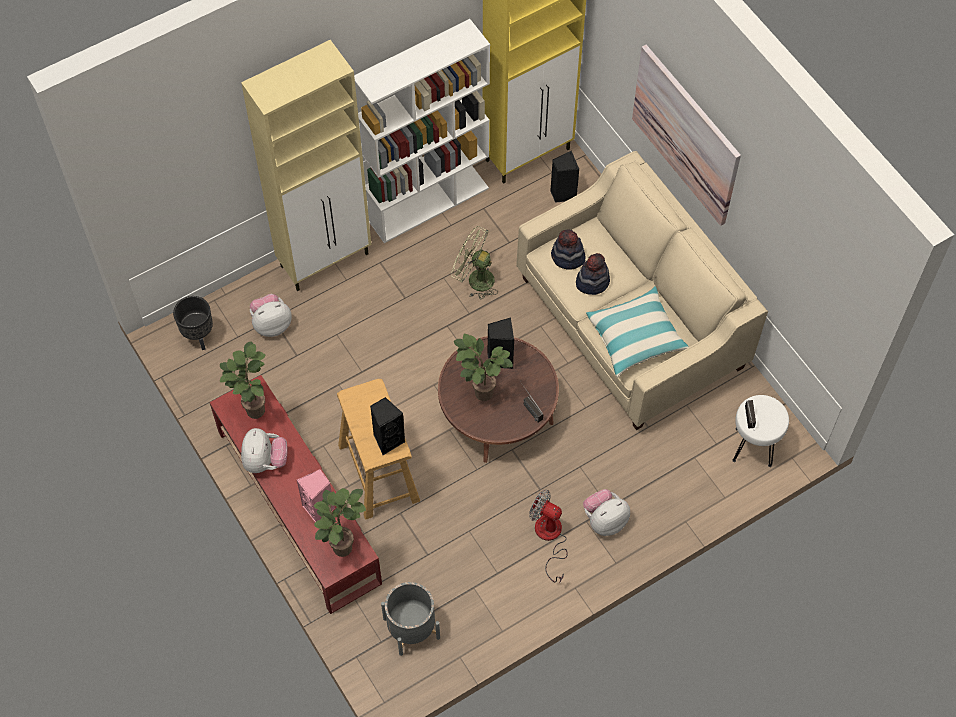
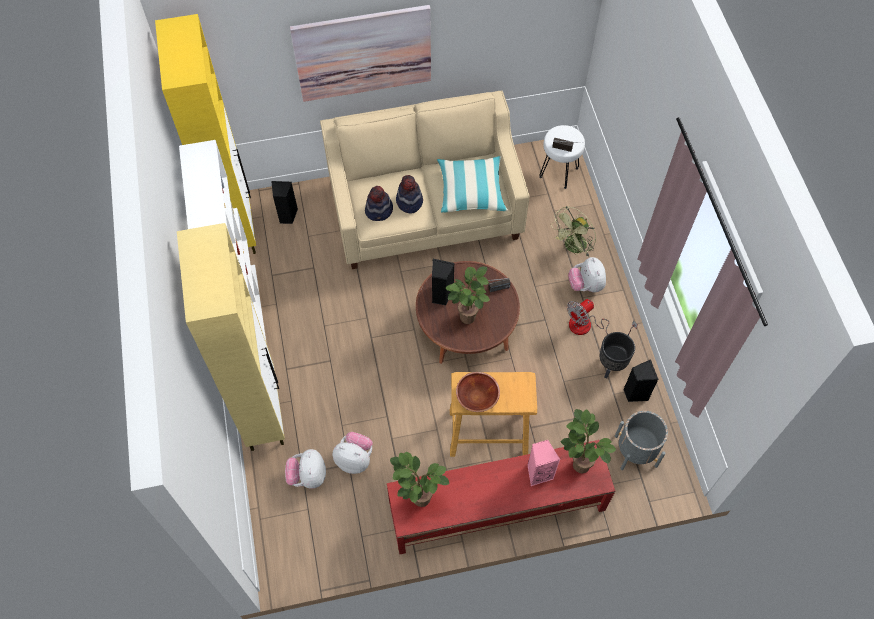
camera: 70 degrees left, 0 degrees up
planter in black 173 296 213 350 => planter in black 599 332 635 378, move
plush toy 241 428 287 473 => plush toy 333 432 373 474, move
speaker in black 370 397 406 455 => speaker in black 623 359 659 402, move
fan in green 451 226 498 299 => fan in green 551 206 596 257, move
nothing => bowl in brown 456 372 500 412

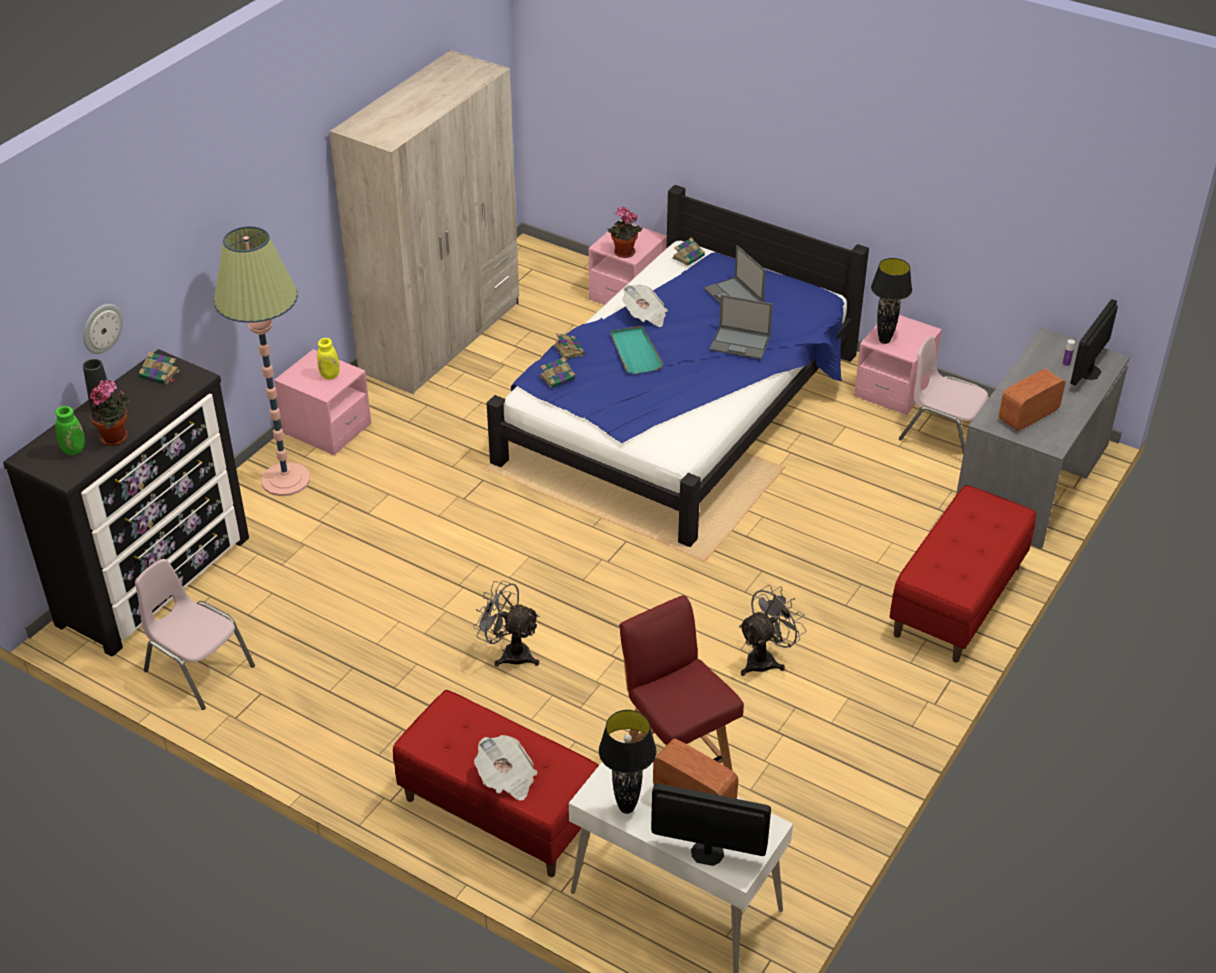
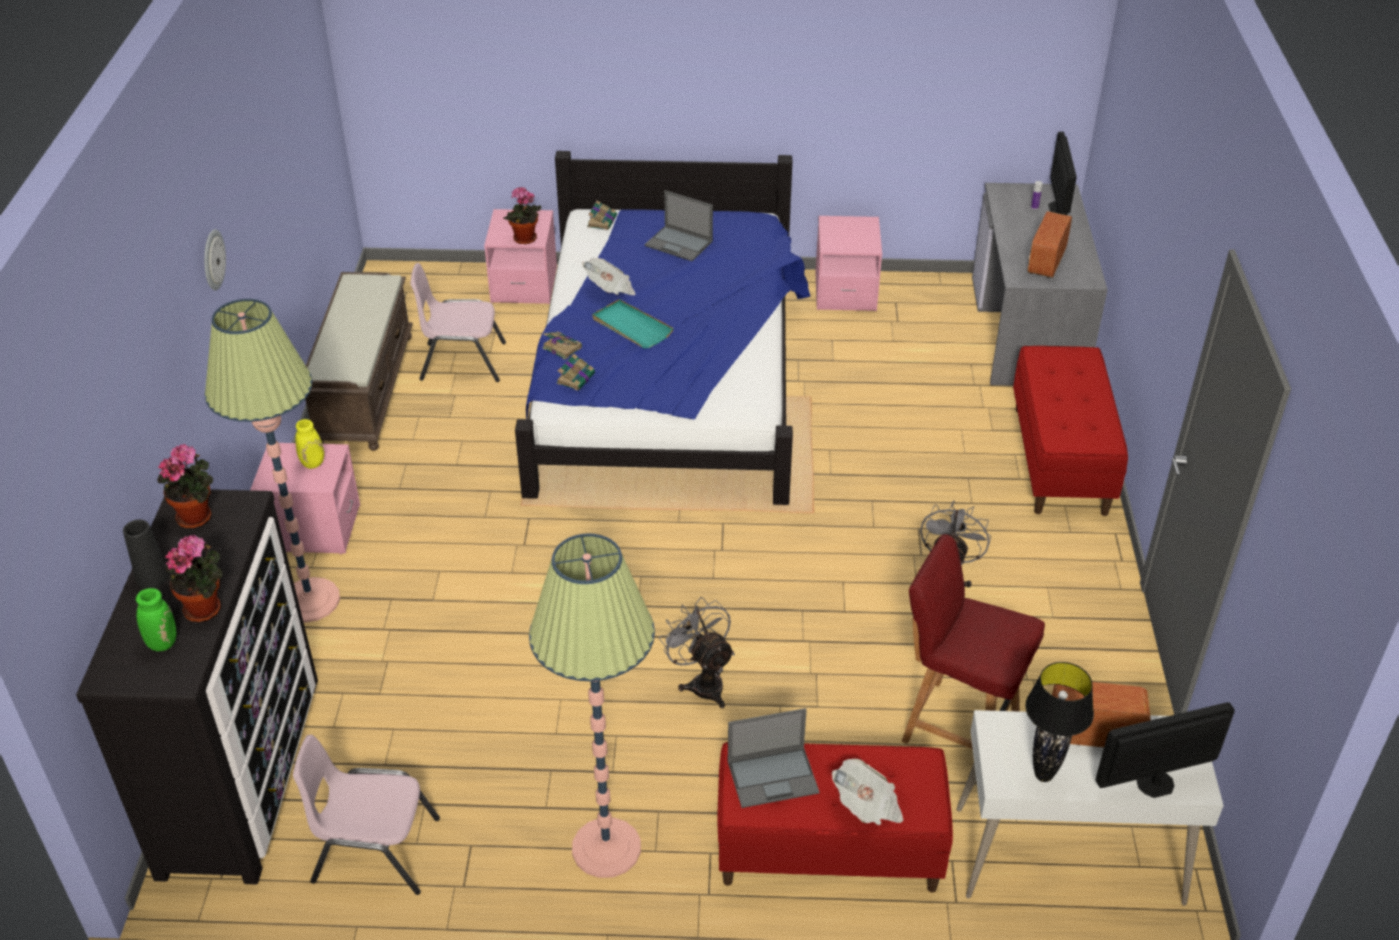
camera: 30 degrees left, 0 degrees up
wall clock 83 304 123 354 => wall clock 204 229 226 291, move
book 139 352 180 385 => potted plant 157 443 213 528
wardrobe in beige 329 50 519 395 => bench in brown 305 272 413 451
fan in grey 473 580 540 667 => fan in grey 659 597 735 708, 60 degrees clockwise
laptop 710 295 773 359 => laptop 727 708 819 808, move
table lamp in black 871 258 912 344 => nothing
chair in pink 899 336 988 454 => chair in pink 411 263 506 382, move
nothing => floor lamp 529 533 655 878

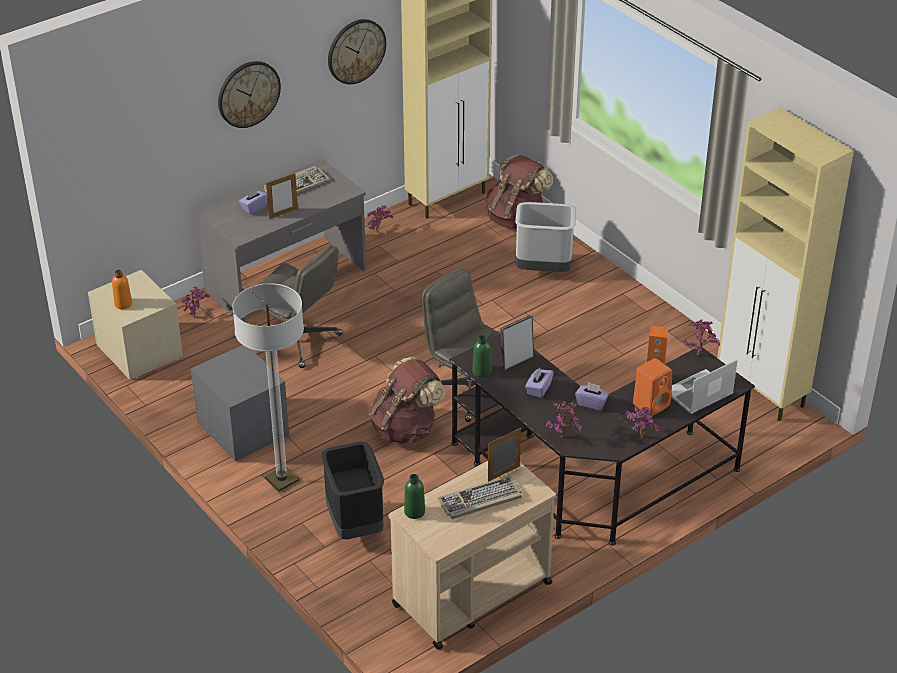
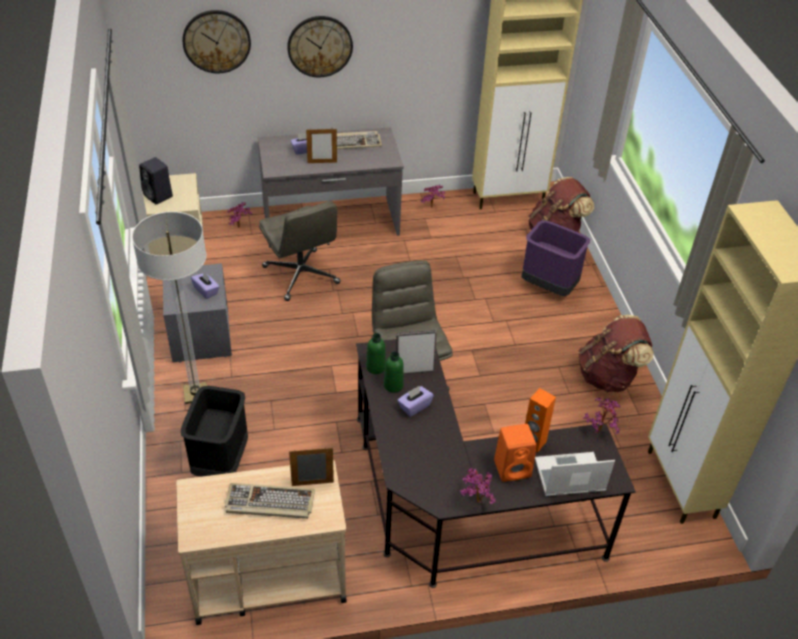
camera: 25 degrees right, 5 degrees up
bottle in orange 112 270 132 309 => speaker in black 139 157 173 204
wall clock 328 19 386 84 => wall clock 183 10 251 73, move
backpack in brown 369 357 446 443 => backpack in brown 578 315 653 392, move
bottle in green 404 474 425 519 => bottle in green 384 351 404 393, move
trash can in grey 515 202 576 272 => trash can in purple 522 220 590 296
potted plant 546 401 582 437 => nothing
tissue box in purple 575 382 609 411 => tissue box in purple 191 272 219 299, move

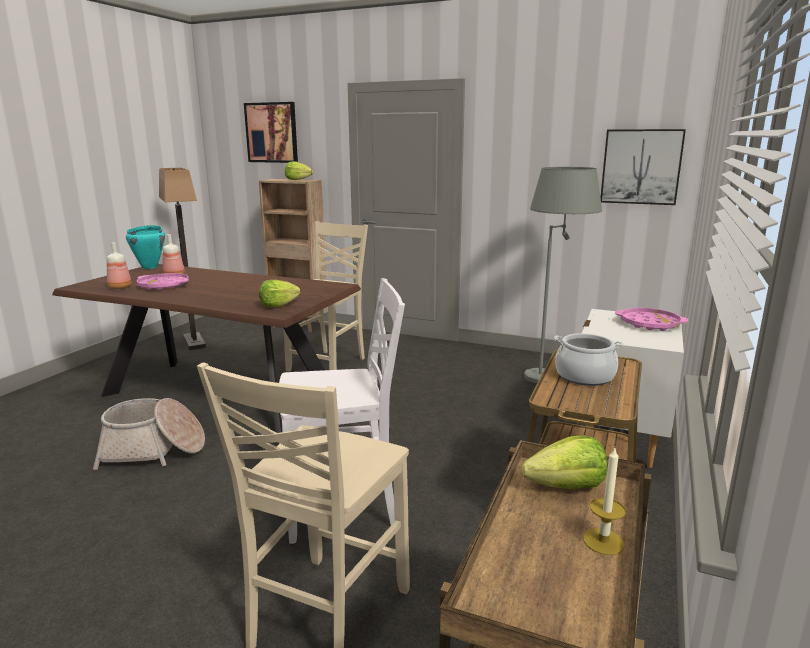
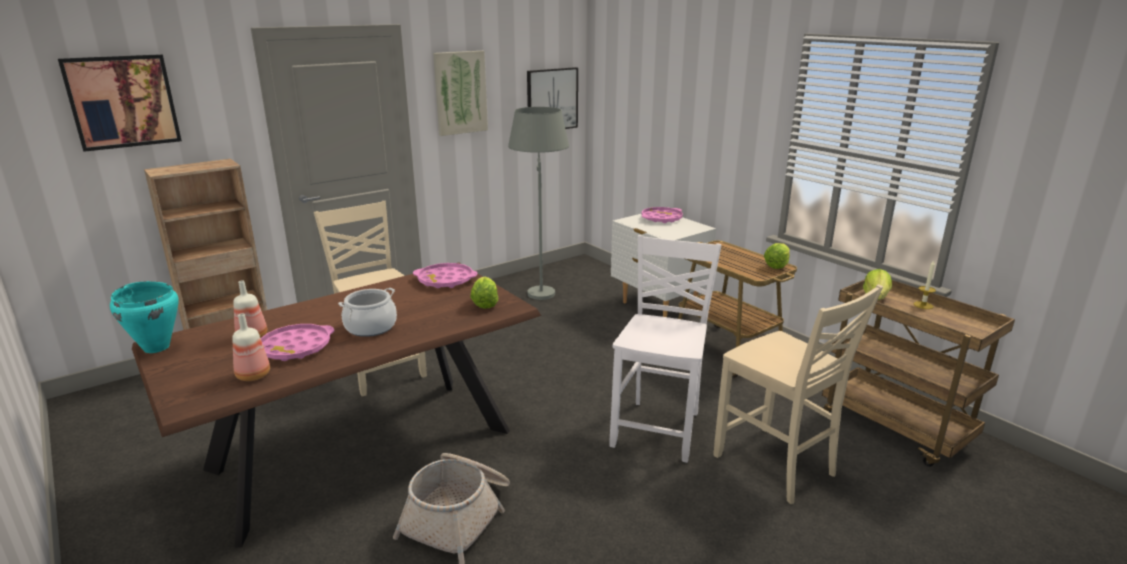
camera: 60 degrees left, 5 degrees up
floor lamp 159 168 206 350 => nothing
lettuce 285 161 313 180 => lettuce 764 243 790 269, move
cooking pot 554 333 624 386 => cooking pot 338 288 397 337, move
nothing => tray in pink 413 263 477 288
nothing => picture 433 51 488 136

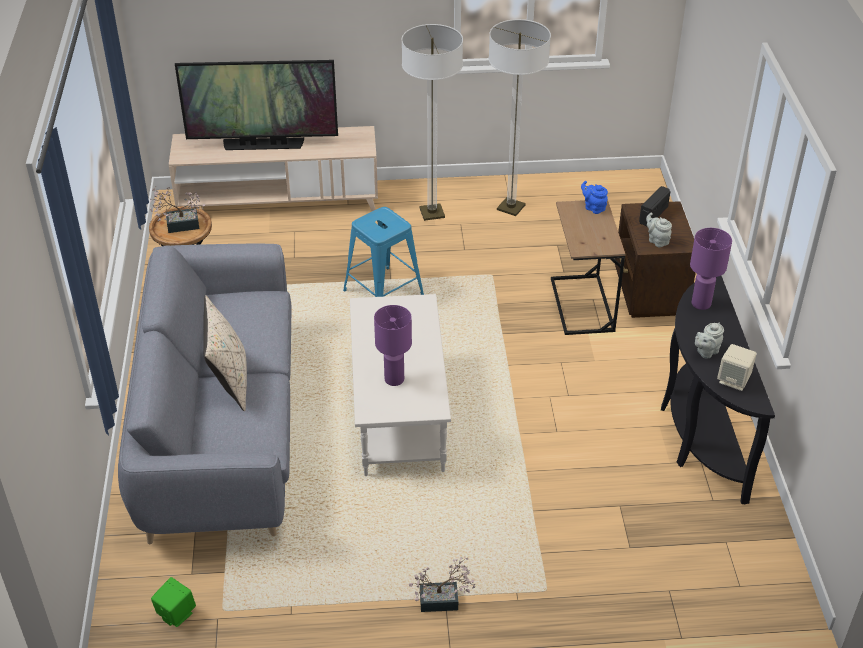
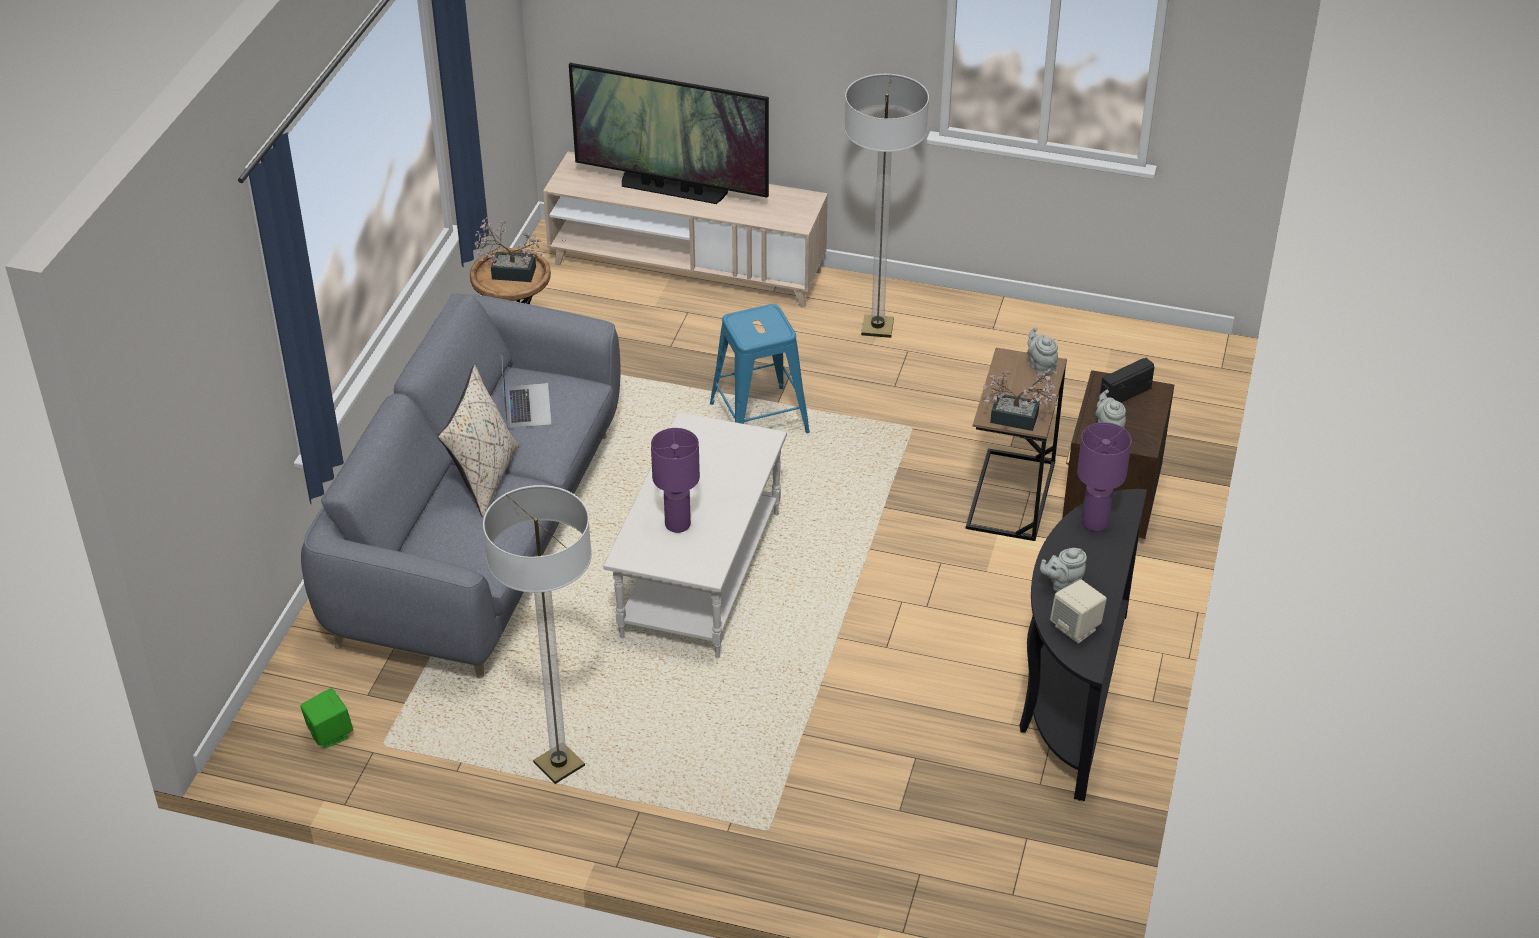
camera: 20 degrees right, 0 degrees up
potted plant 409 557 475 612 => potted plant 983 368 1057 431, move
floor lamp 488 19 551 216 => floor lamp 483 485 592 784, move
teapot in blue 581 181 608 214 => teapot in grey 1027 327 1058 376
nothing => laptop 502 359 551 428

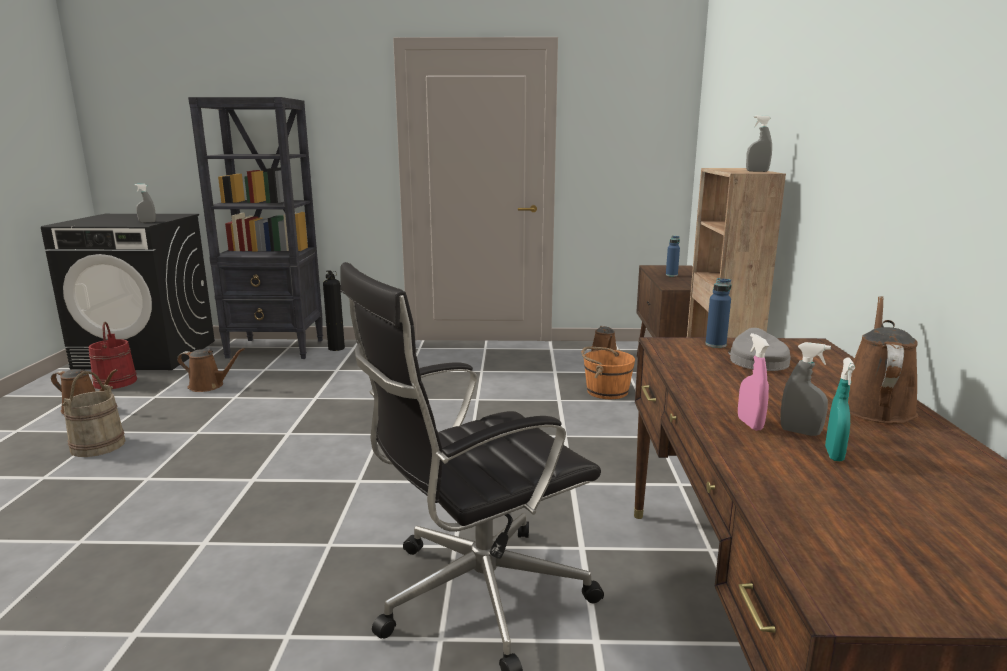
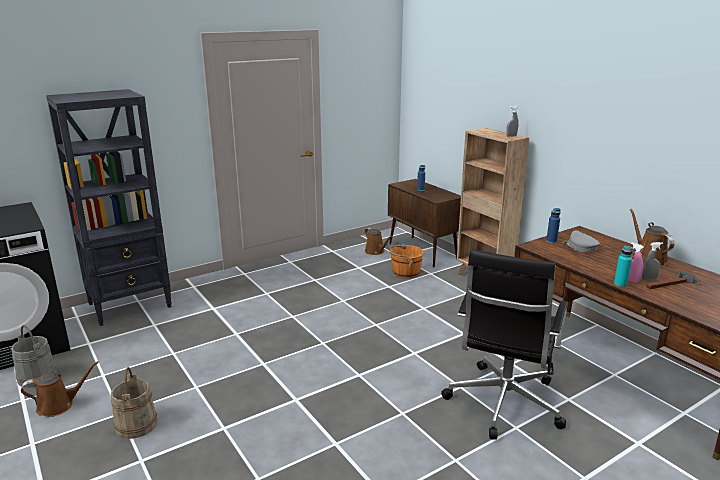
camera: 35 degrees left, 5 degrees up
bucket in red 89 322 137 389 => bucket in grey 11 325 57 388
spray bottle in grey 134 184 156 223 => nothing
watering can in brown 177 348 244 392 => nothing
fire extinguisher 323 270 345 351 => nothing
spray bottle in turquoise 825 358 855 461 => hammer 646 271 699 290
nothing => bottle in turquoise 614 246 633 287

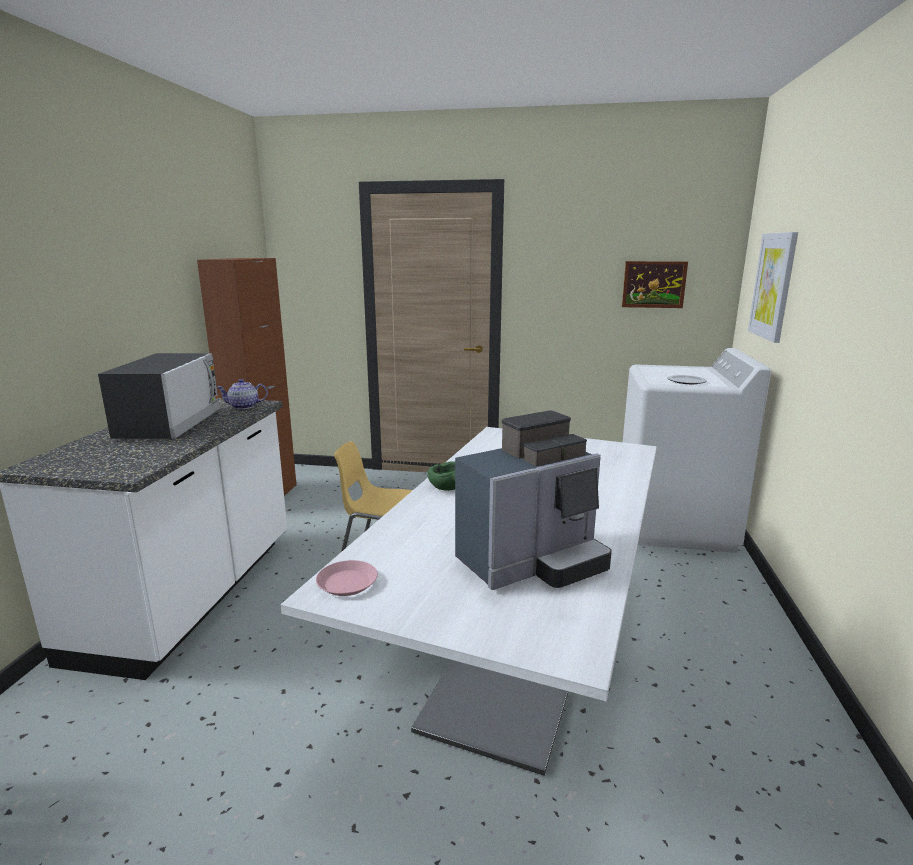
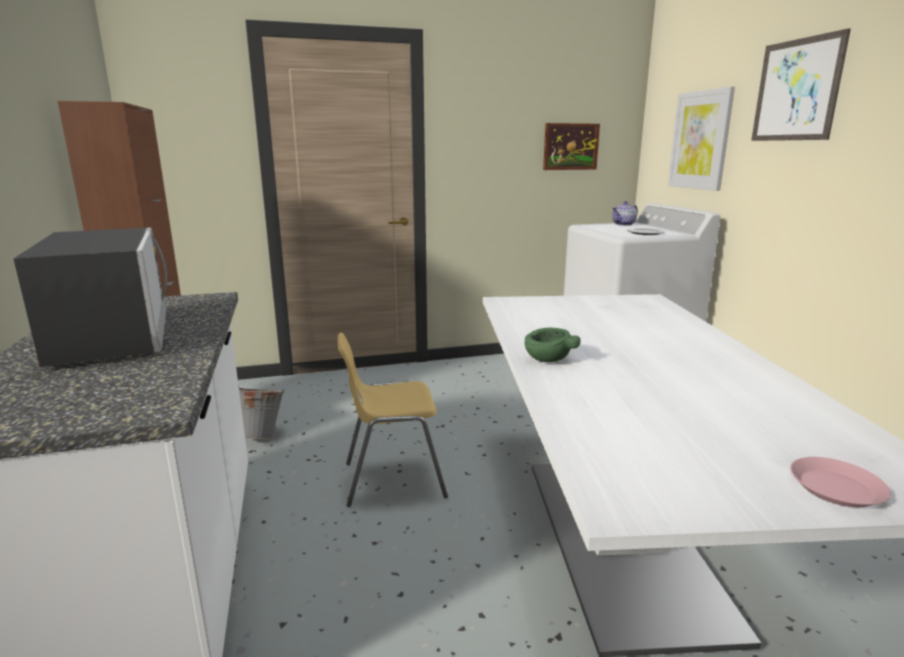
camera: 25 degrees left, 0 degrees up
teapot 217 379 268 409 => teapot 612 201 638 226, move
plate in pink 316 560 378 596 => plate in pink 790 457 891 507, move
coffee machine 455 410 611 590 => nothing
nothing => bucket in grey 239 389 284 439
nothing => picture 751 28 851 141

